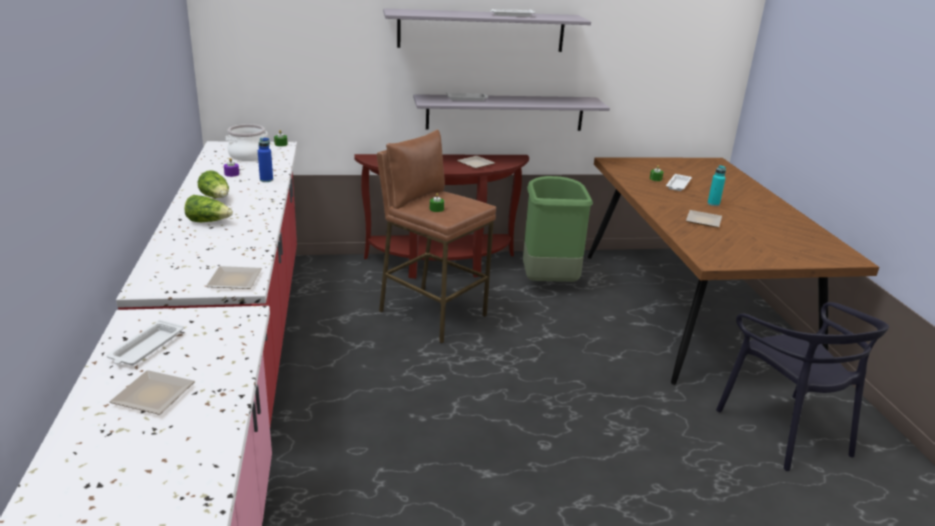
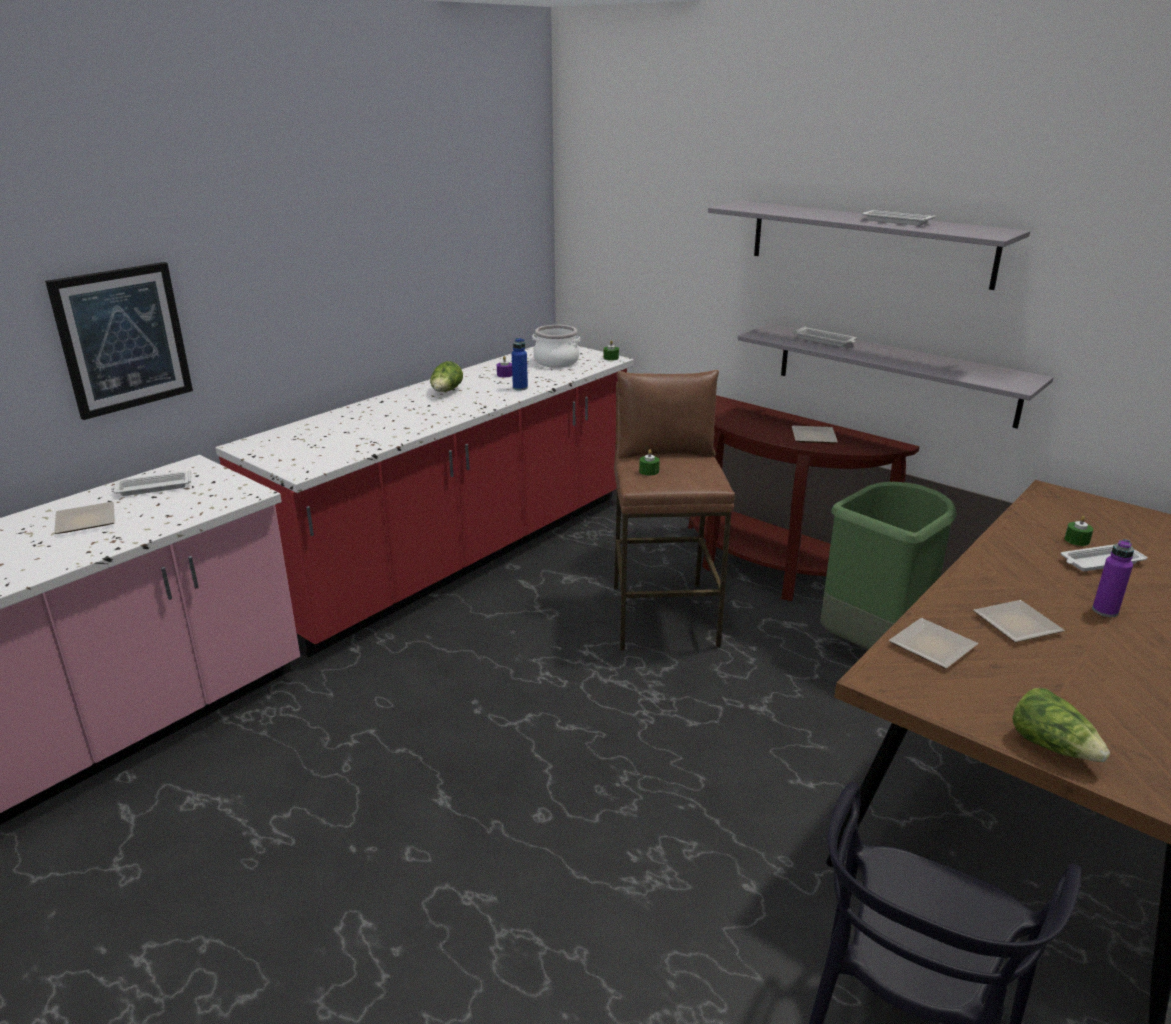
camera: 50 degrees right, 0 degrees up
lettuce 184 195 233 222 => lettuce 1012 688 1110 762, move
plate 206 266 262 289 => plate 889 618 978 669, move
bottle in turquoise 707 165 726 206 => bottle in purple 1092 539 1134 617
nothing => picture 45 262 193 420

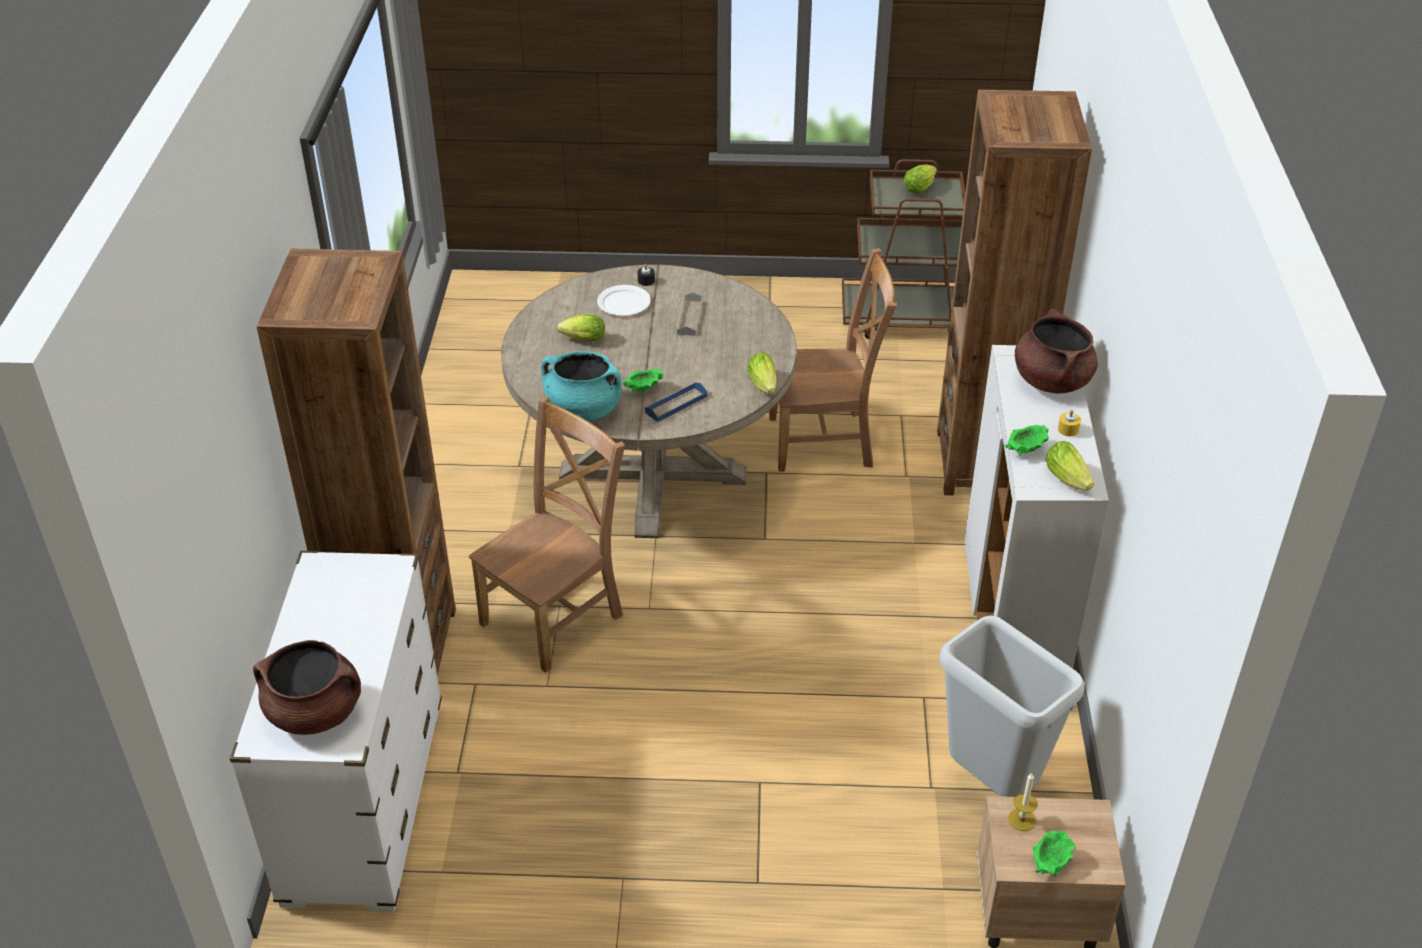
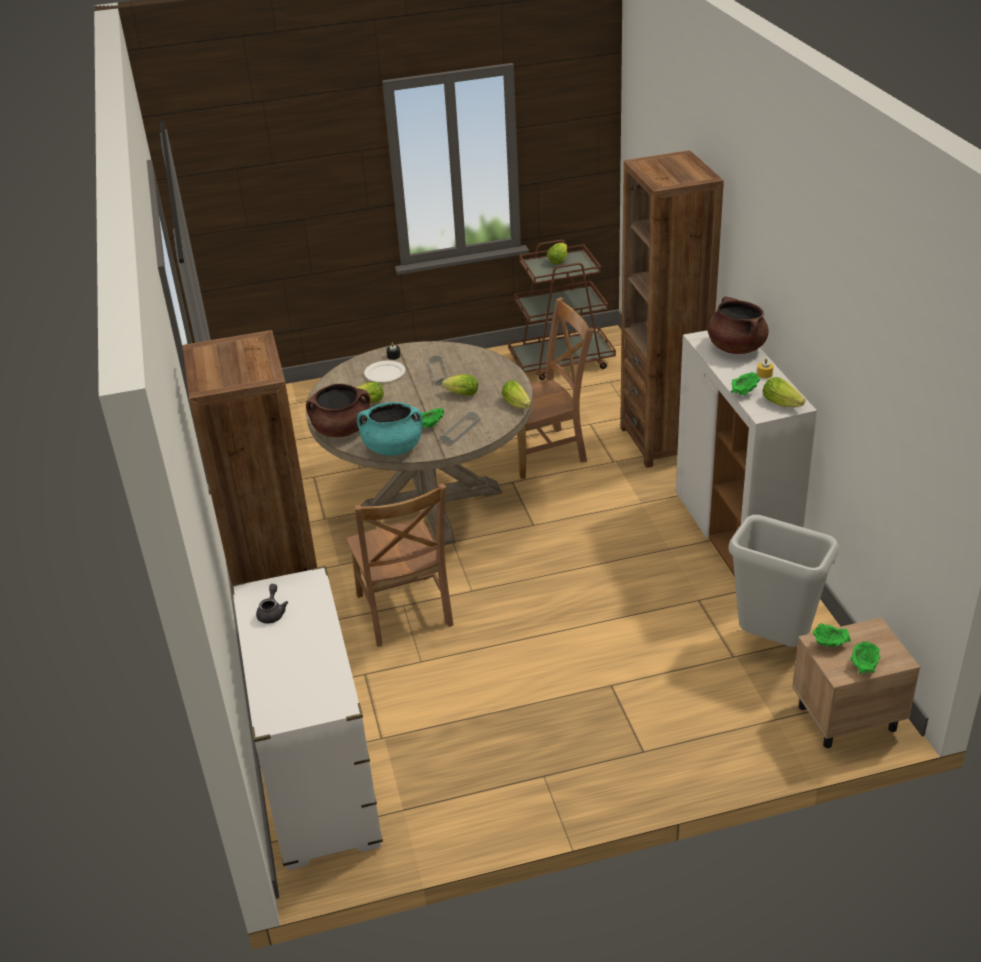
camera: 15 degrees left, 5 degrees down
cooking pot in brown 253 640 361 735 => cooking pot in brown 306 384 370 437, move
chair in brown 469 396 625 673 => chair in brown 347 483 453 647, 135 degrees clockwise
tray in blue 645 382 707 422 => tray in grey 440 411 480 444
candle 1008 773 1038 831 => bowl in green 813 623 851 647
nothing => teapot in grey 256 584 288 624
nothing => lettuce 442 374 478 396

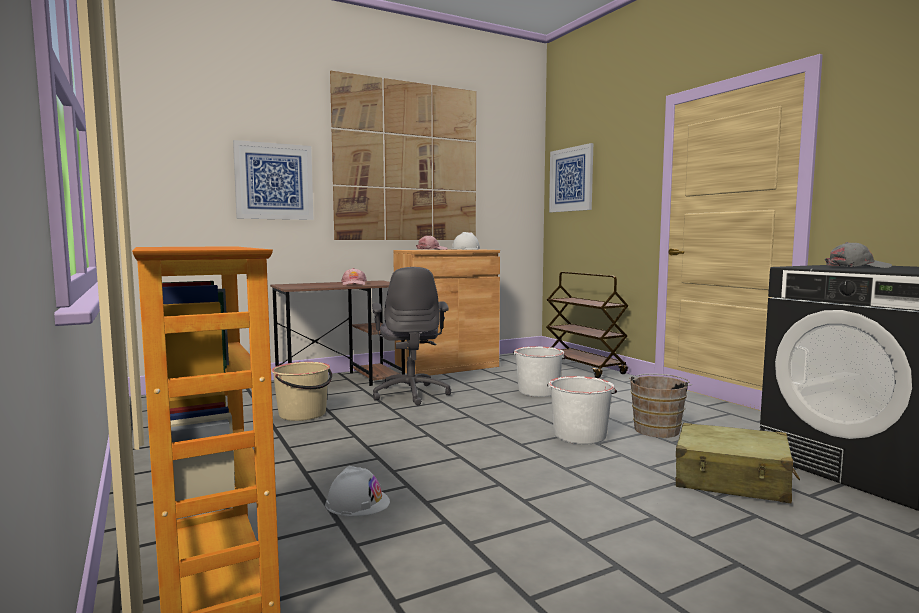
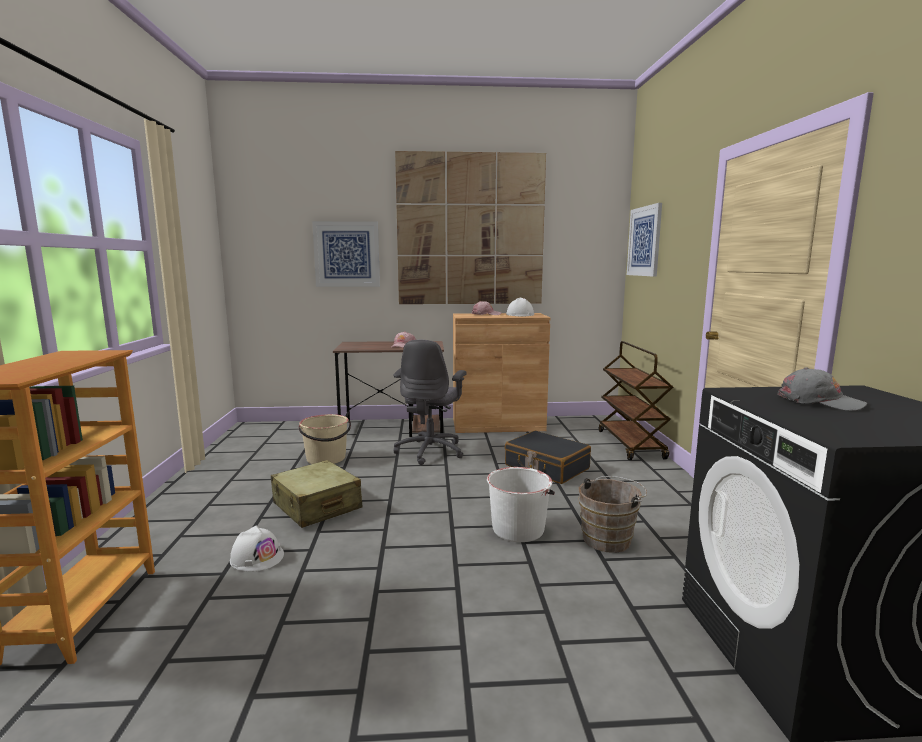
camera: 25 degrees right, 5 degrees up
bucket in white 513 346 566 397 => suitcase in black 505 431 591 484
suitcase in beige 676 423 800 503 => suitcase in beige 271 460 362 528, move

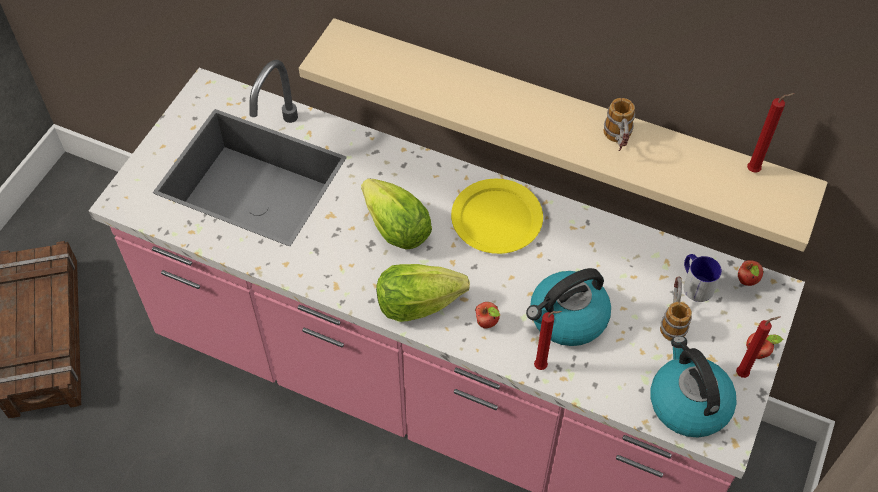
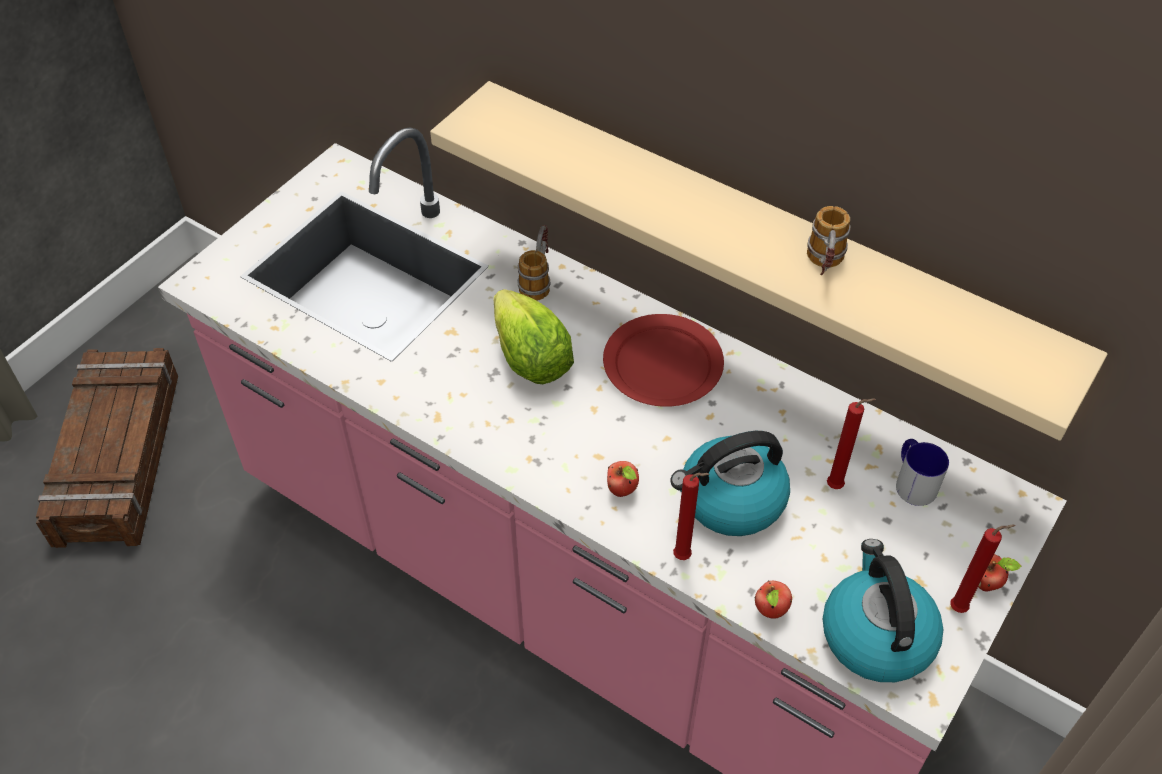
camera: 10 degrees right, 5 degrees down
lettuce 376 264 470 322 => nothing
plate in yellow 451 179 543 254 => plate in red 603 314 724 407
mug 660 277 692 341 => mug 517 225 550 301, move
apple 738 260 764 286 => apple 754 581 792 619, move
candle in red 747 93 795 173 => candle in red 827 398 876 489, move

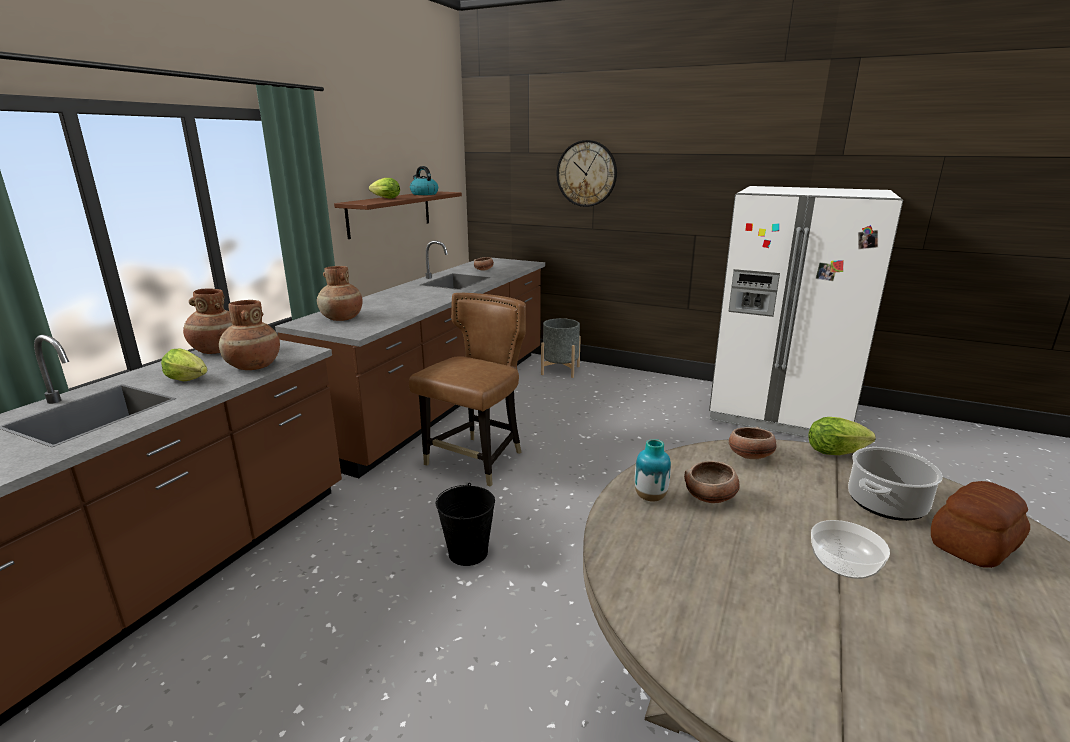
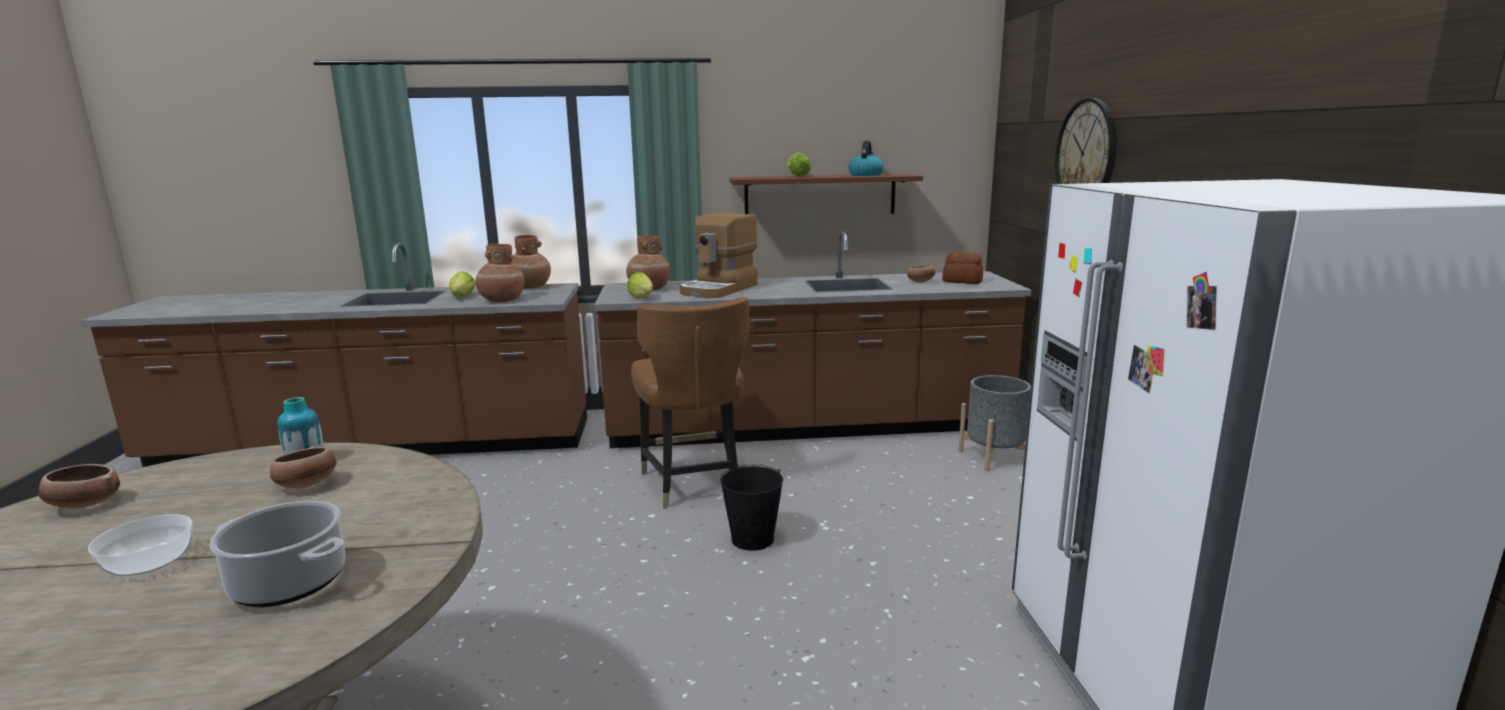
camera: 60 degrees right, 5 degrees down
chair in brown 409 293 526 487 => chair in brown 631 297 750 509, 75 degrees clockwise
bucket in black 436 483 495 566 => bucket in black 720 465 783 551, move
bowl 729 427 777 459 => bowl 38 464 120 509, move
lettuce 808 417 876 455 => lettuce 627 272 653 298, move
bread 931 481 1030 568 => bread 942 252 983 284, move
nothing => coffee machine 680 213 758 298

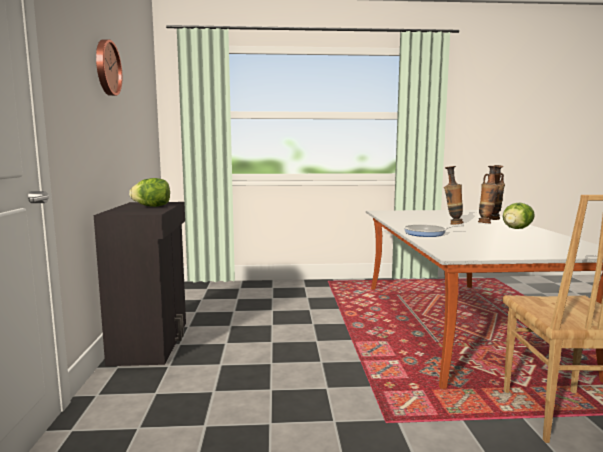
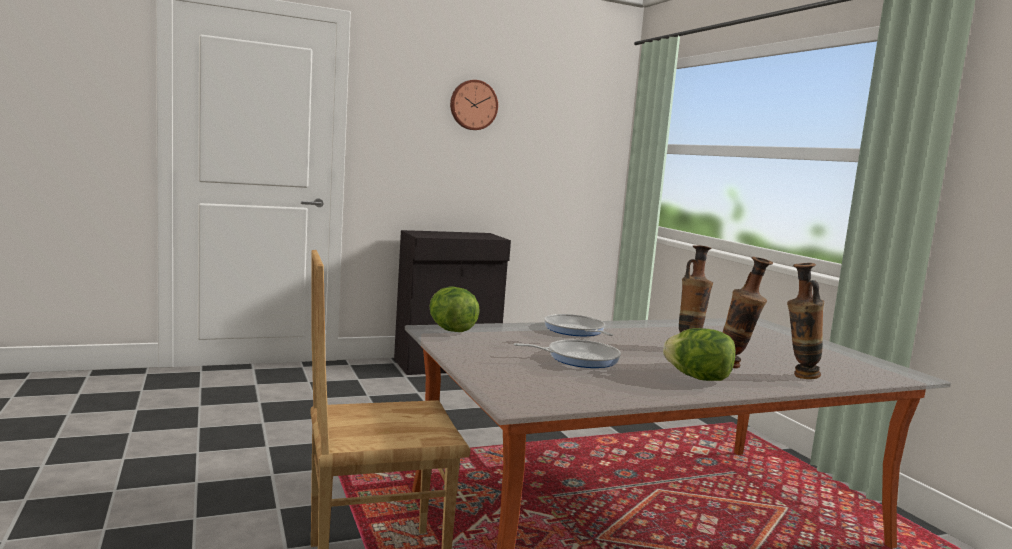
camera: 70 degrees right, 0 degrees up
lettuce 129 178 170 207 => lettuce 429 286 480 332, move
nothing => frying pan 513 340 621 368

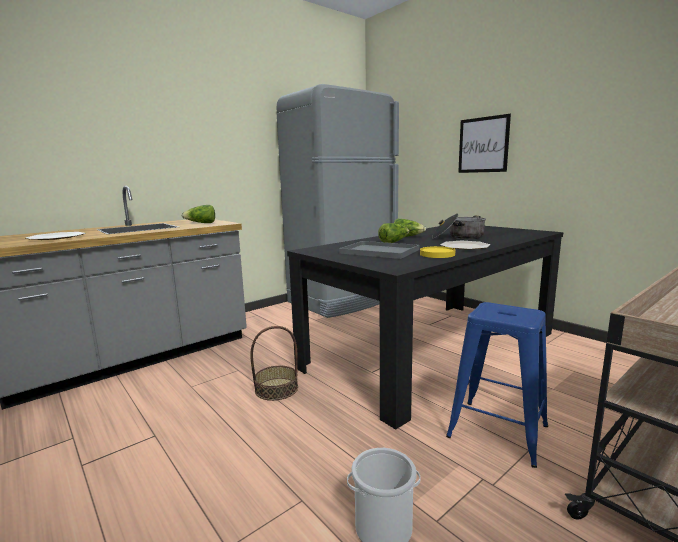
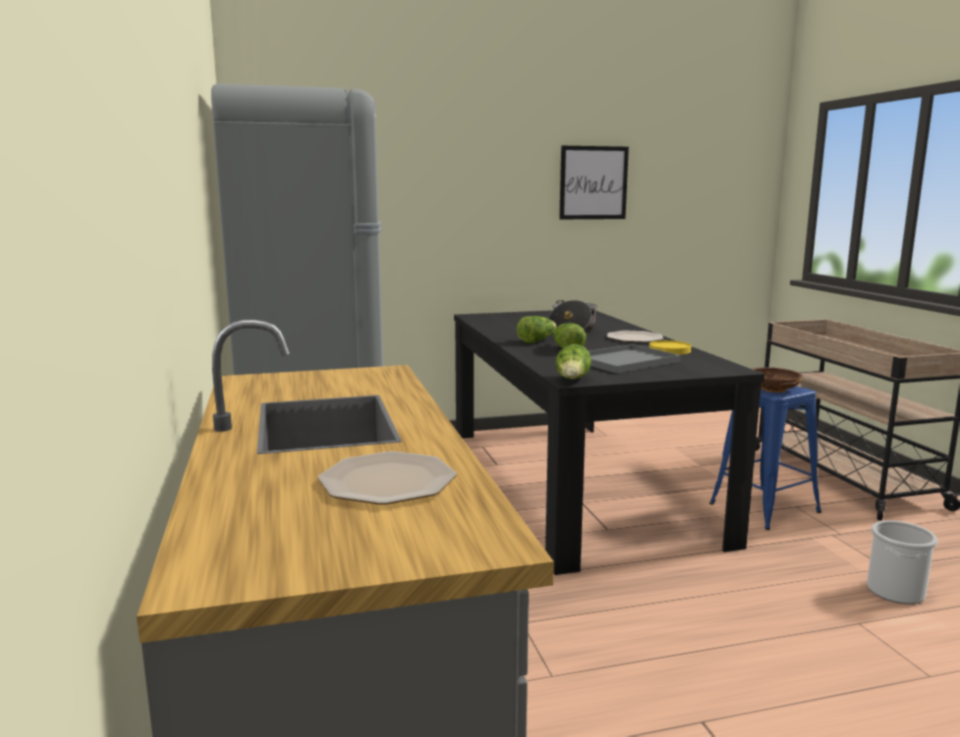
camera: 65 degrees left, 0 degrees up
lettuce 181 205 215 223 => lettuce 555 344 591 379, move
basket 250 326 298 401 => nothing
picture 458 114 511 173 => picture 559 146 629 219, move
nothing => bowl in brown 753 367 803 393

